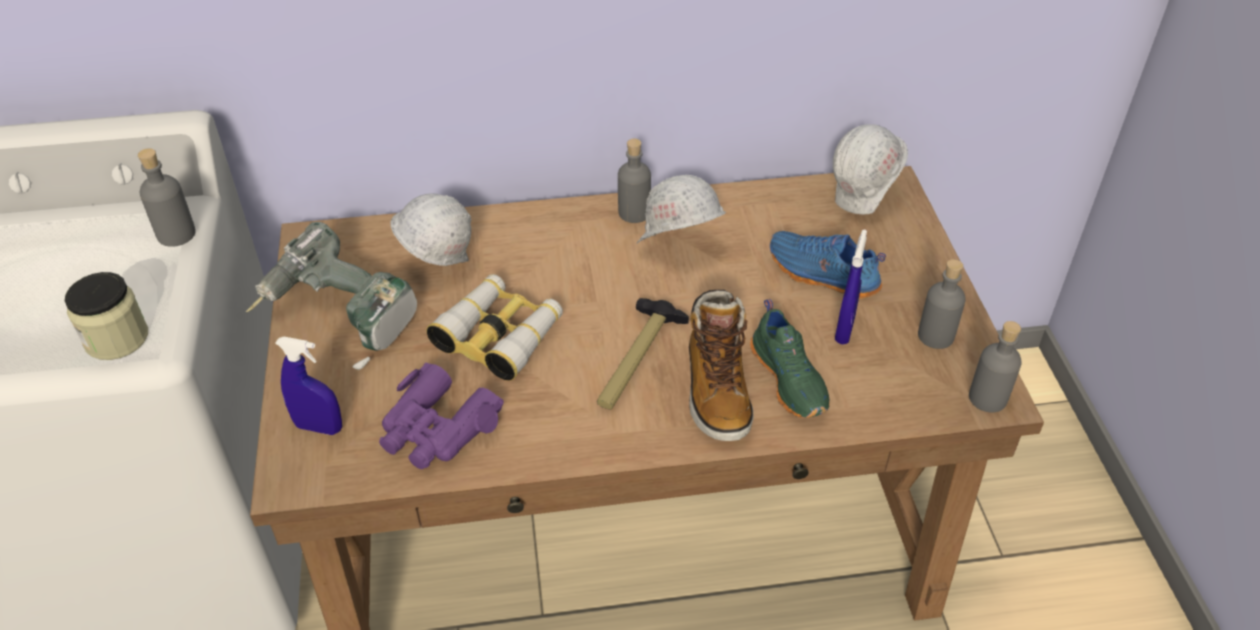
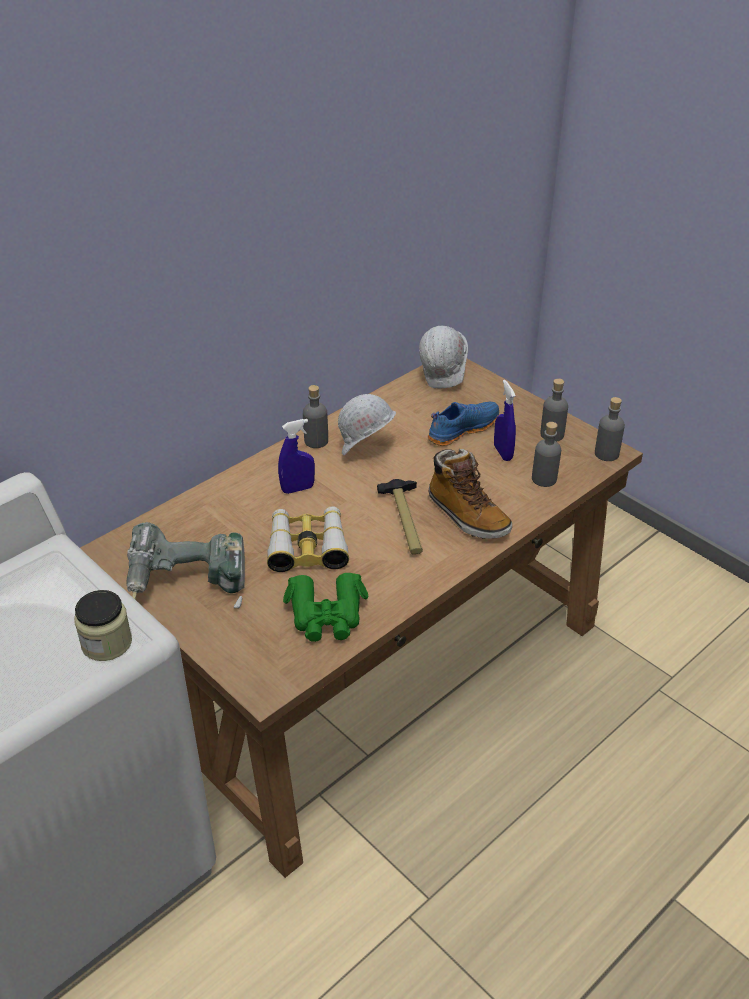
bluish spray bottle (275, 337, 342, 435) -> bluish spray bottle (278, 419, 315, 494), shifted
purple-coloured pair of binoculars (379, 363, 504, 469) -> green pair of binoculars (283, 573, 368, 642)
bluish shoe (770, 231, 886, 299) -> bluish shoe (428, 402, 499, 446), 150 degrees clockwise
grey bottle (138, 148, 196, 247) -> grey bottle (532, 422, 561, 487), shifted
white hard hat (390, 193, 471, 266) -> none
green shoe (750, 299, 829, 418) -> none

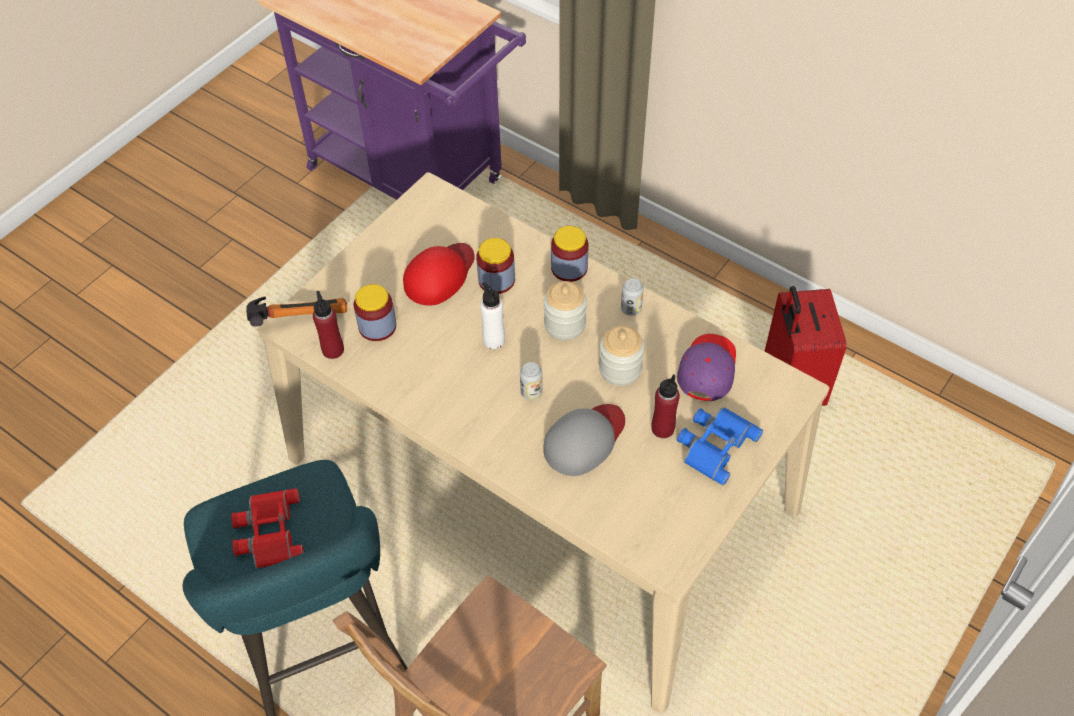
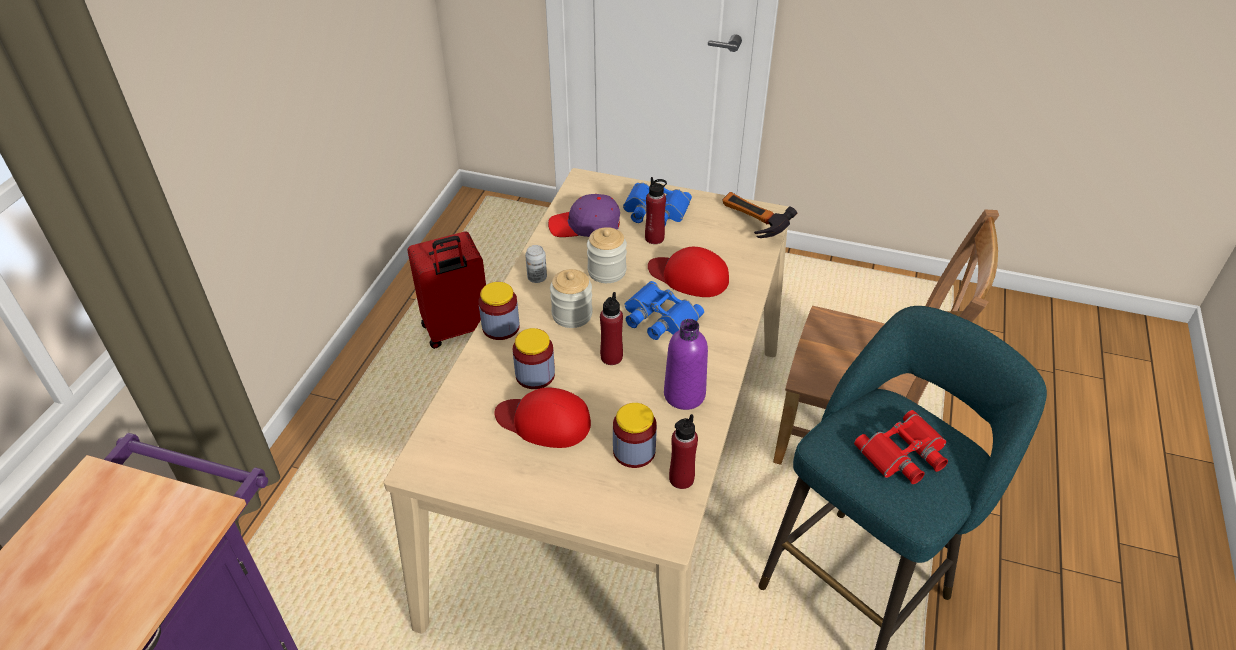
white bottle (480, 282, 505, 349) -> red-coloured bottle (600, 292, 623, 365)
can (520, 362, 543, 400) -> bluish pair of binoculars (625, 281, 704, 340)
grey peaked cap (544, 404, 625, 476) -> red-coloured peaked cap (648, 247, 729, 297)
none -> purple-coloured bottle (664, 319, 708, 410)
hammer (246, 297, 347, 327) -> hammer (722, 192, 798, 238), shifted

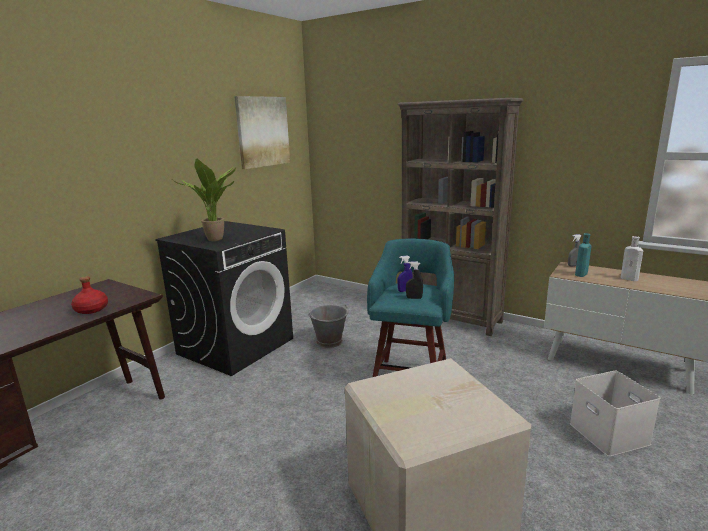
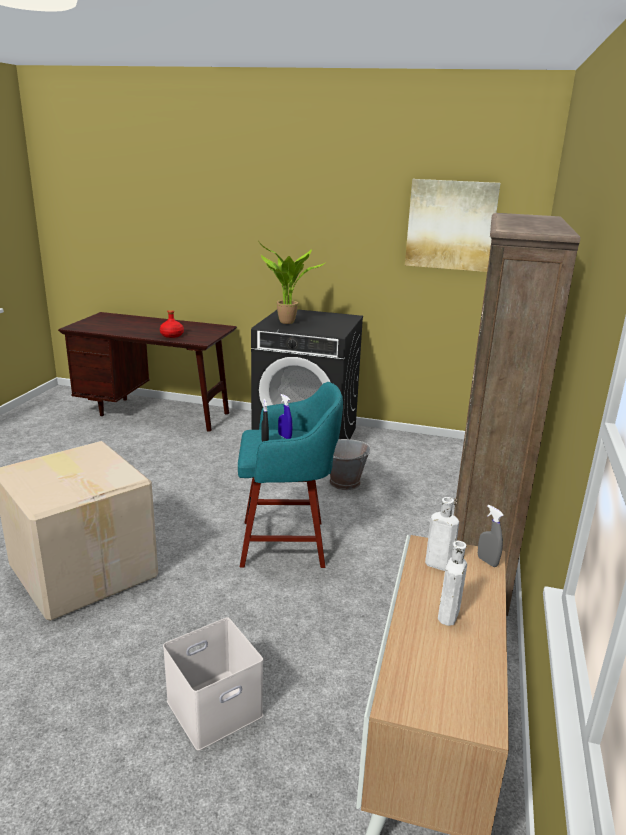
turquoise bottle (575, 233, 591, 277) -> white bottle (425, 497, 459, 571)

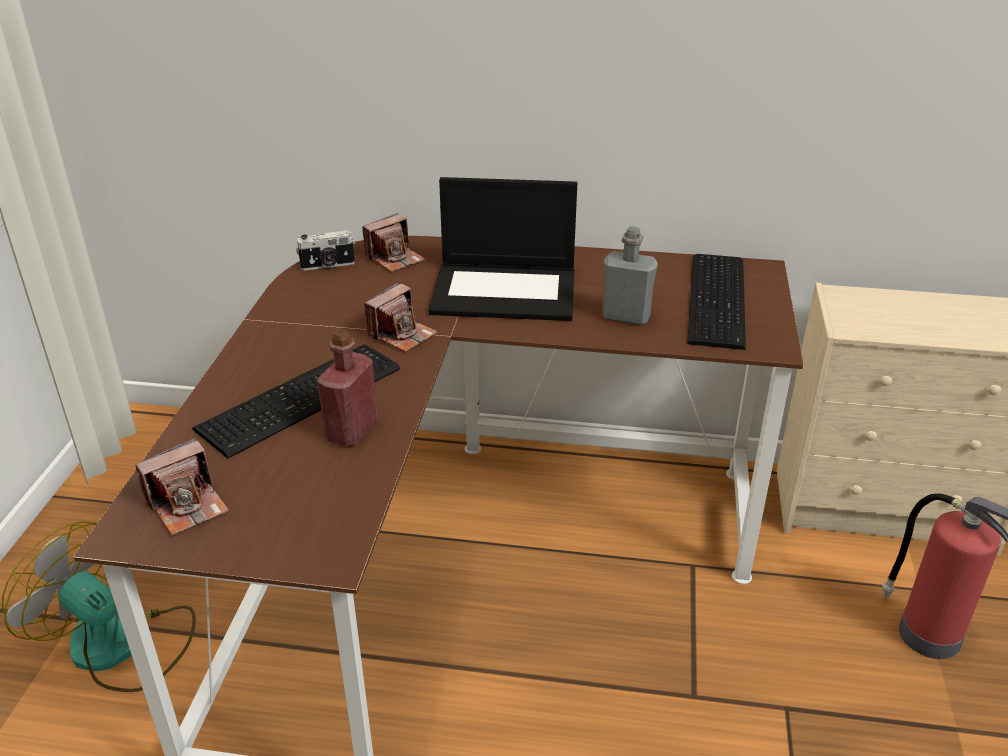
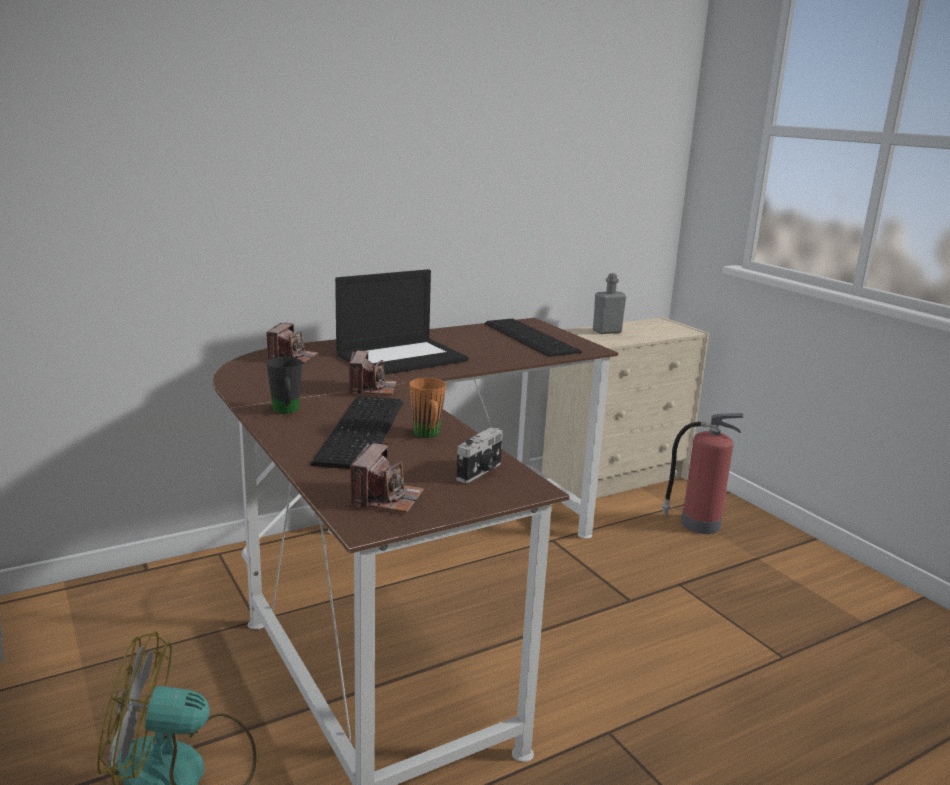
none -> black-coloured mug (266, 357, 302, 414)
red-coloured bottle (317, 329, 378, 447) -> orange mug (409, 378, 446, 438)
still camera (296, 230, 355, 271) -> still camera (456, 427, 503, 483), shifted
grey bottle (602, 226, 658, 325) -> grey bottle (593, 273, 627, 334), shifted

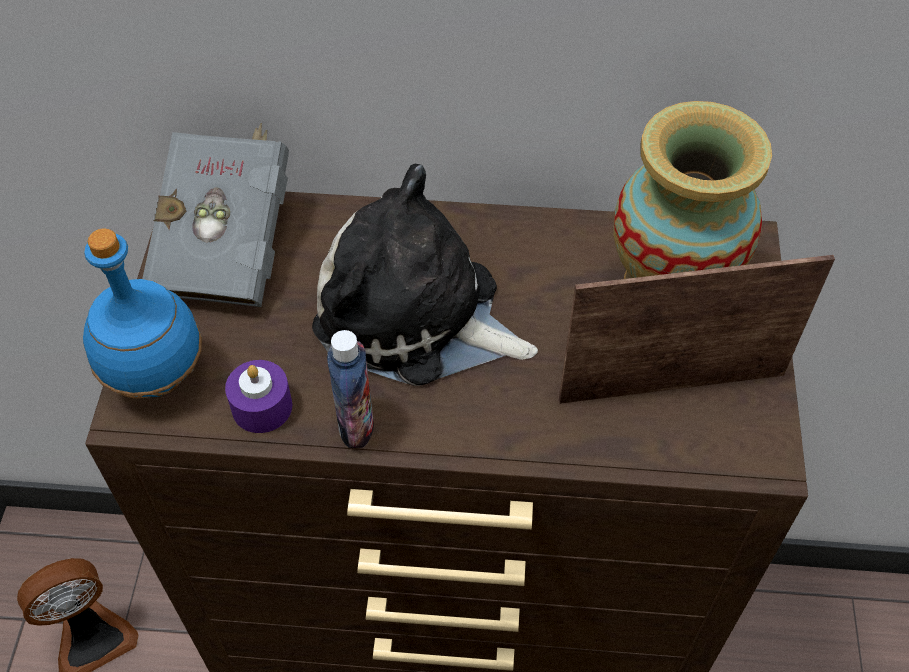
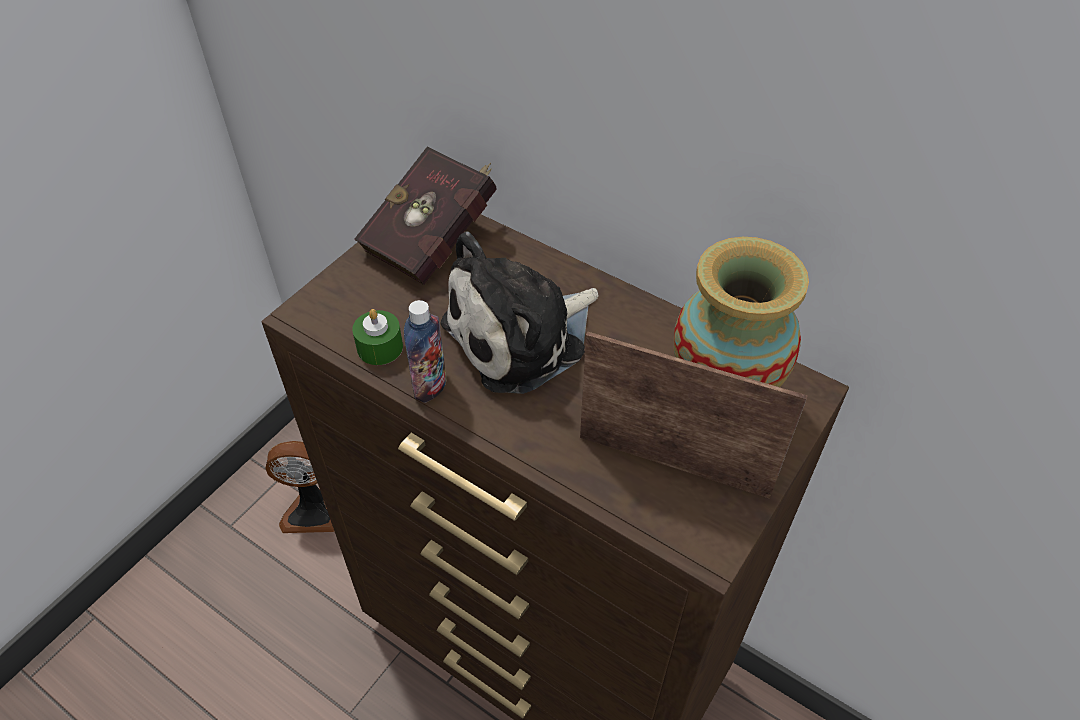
purple-coloured wax candle (225, 360, 292, 433) -> green wax candle (352, 309, 403, 365)
grey book (142, 123, 289, 307) -> red-coloured book (354, 146, 497, 285)
plush toy (312, 164, 538, 386) -> plush toy (440, 232, 598, 394), 90 degrees counterclockwise
bluish bottle (83, 228, 202, 398) -> none

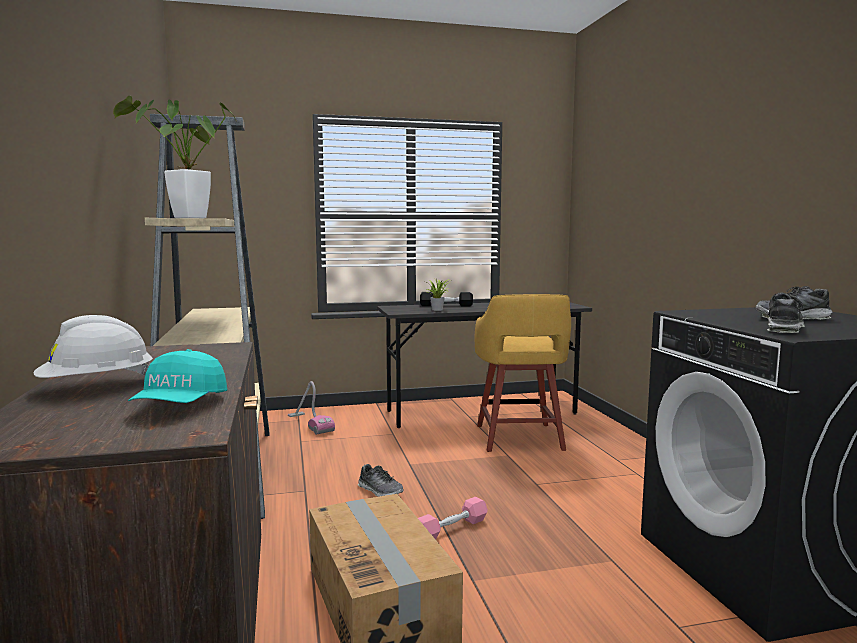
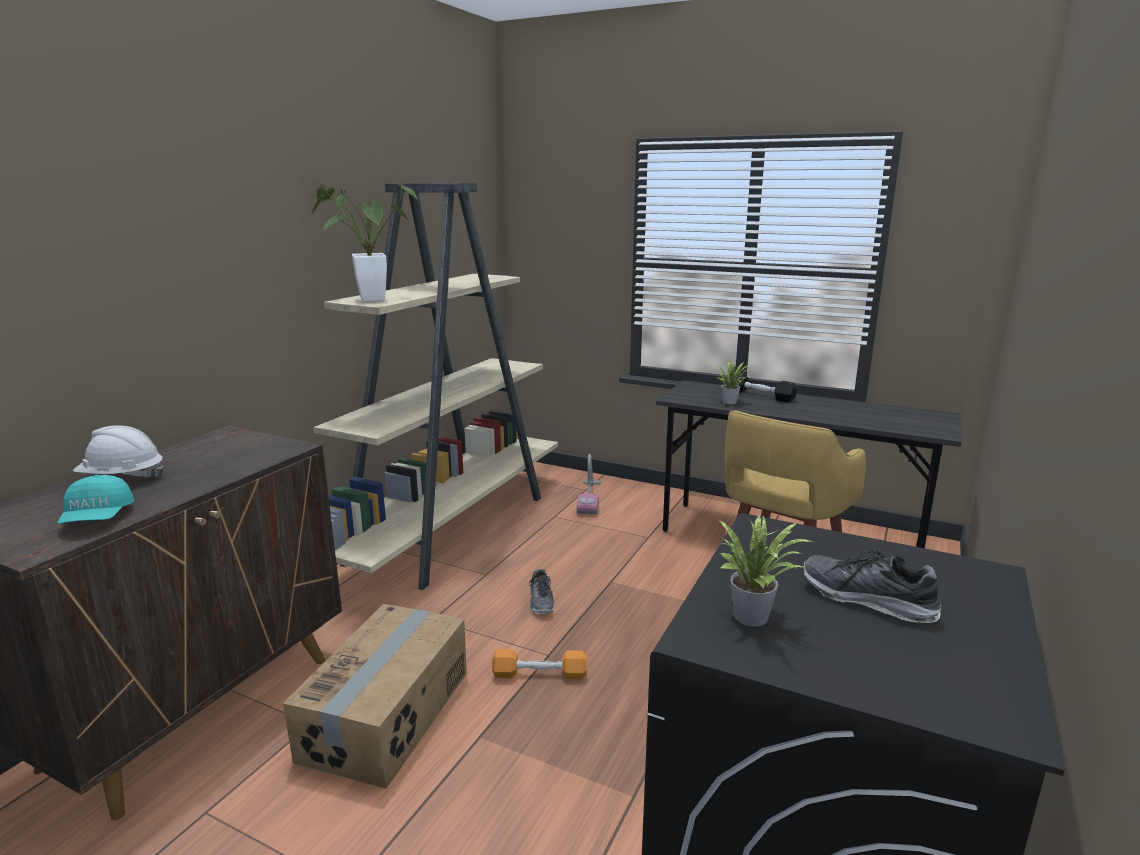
turquoise peaked cap (128, 349, 228, 403) -> turquoise peaked cap (58, 475, 134, 524), 60 degrees counterclockwise
pink-coloured hand weight (418, 497, 488, 539) -> orange hand weight (492, 649, 587, 679)
shoe (767, 293, 805, 333) -> plant in a pot (718, 515, 814, 627)

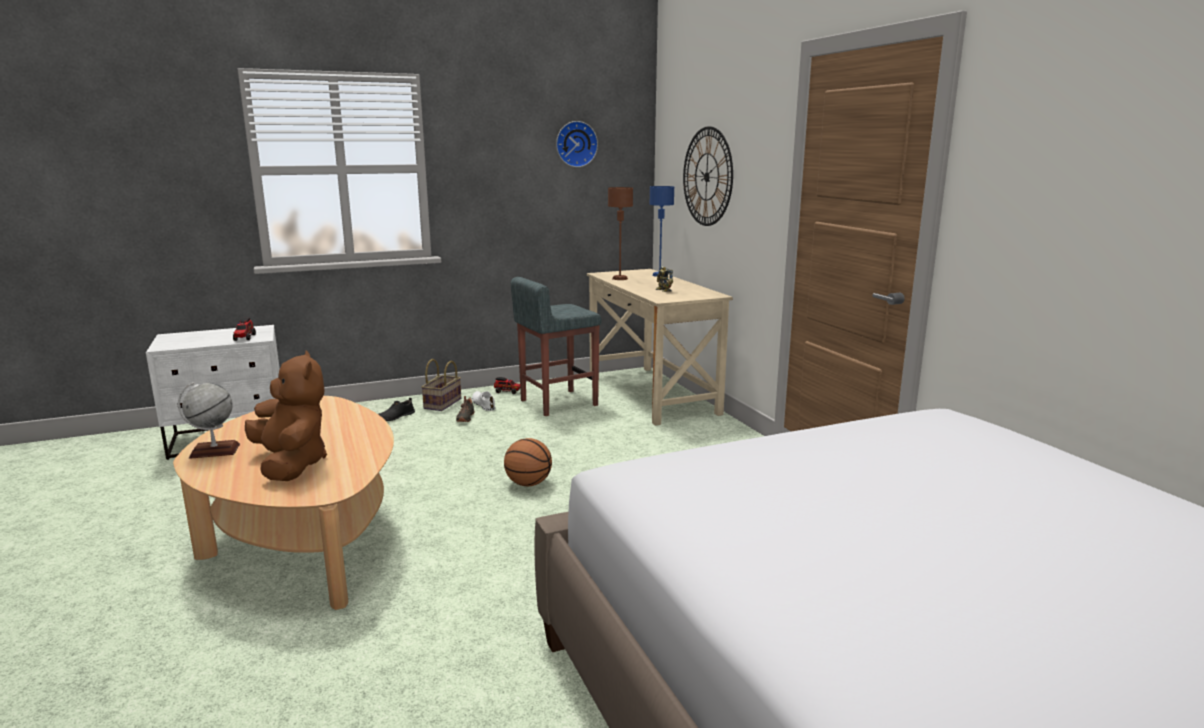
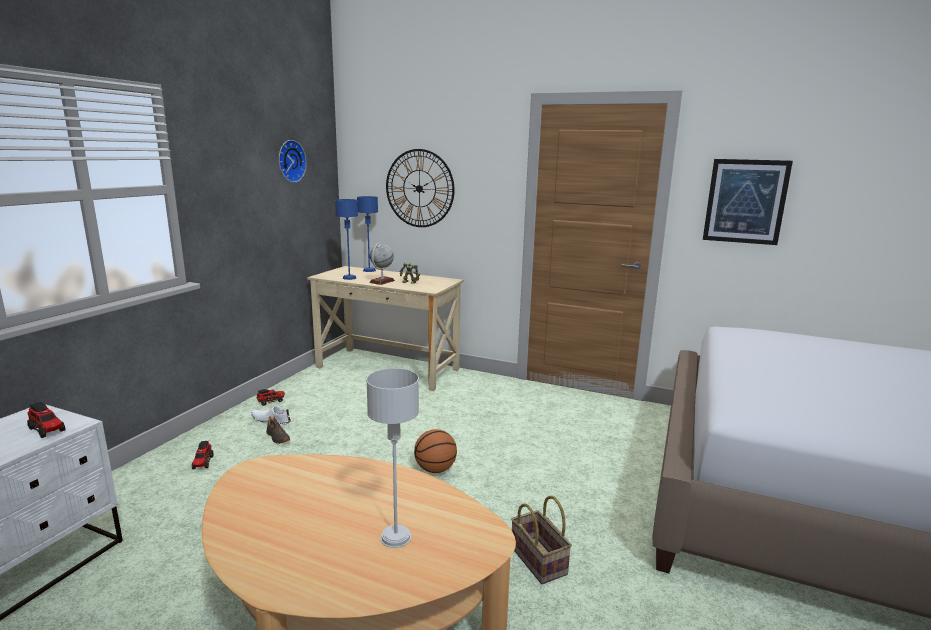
black-coloured shoe (378, 398, 415, 421) -> toy truck (192, 441, 214, 469)
brown-coloured tabletop lamp (608, 187, 633, 280) -> bluish tabletop lamp (335, 199, 358, 280)
brown-coloured plush toy (245, 350, 327, 481) -> grey tabletop lamp (366, 369, 419, 548)
world globe (178, 382, 240, 459) -> world globe (369, 243, 395, 285), shifted
storage basket (421, 359, 461, 411) -> storage basket (511, 496, 572, 584), shifted
none -> wall art (703, 159, 793, 245)
grey stool (511, 277, 602, 416) -> none

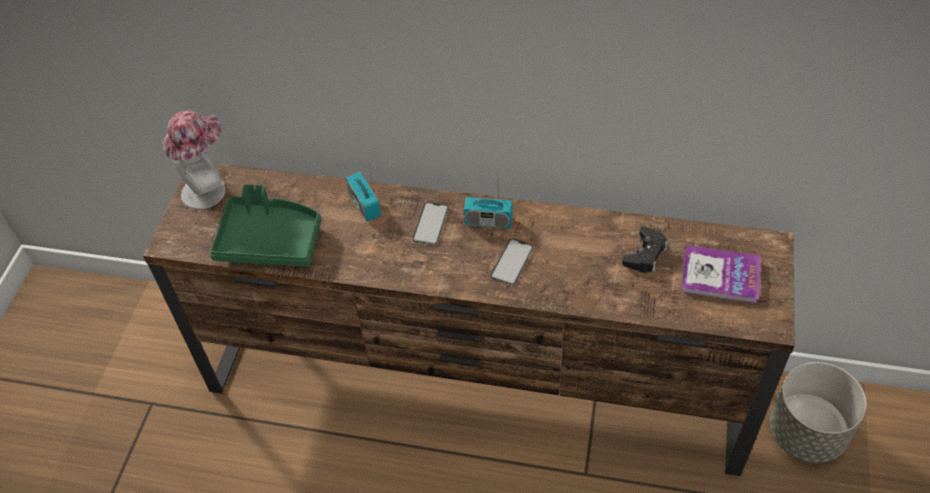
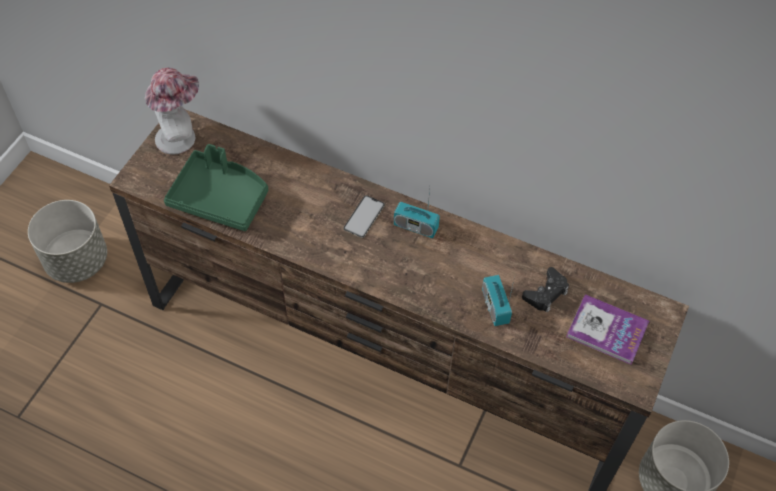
none -> grey planter (28, 200, 107, 283)
radio receiver (346, 164, 381, 222) -> radio receiver (482, 275, 514, 326), shifted
phone (490, 239, 534, 285) -> none

